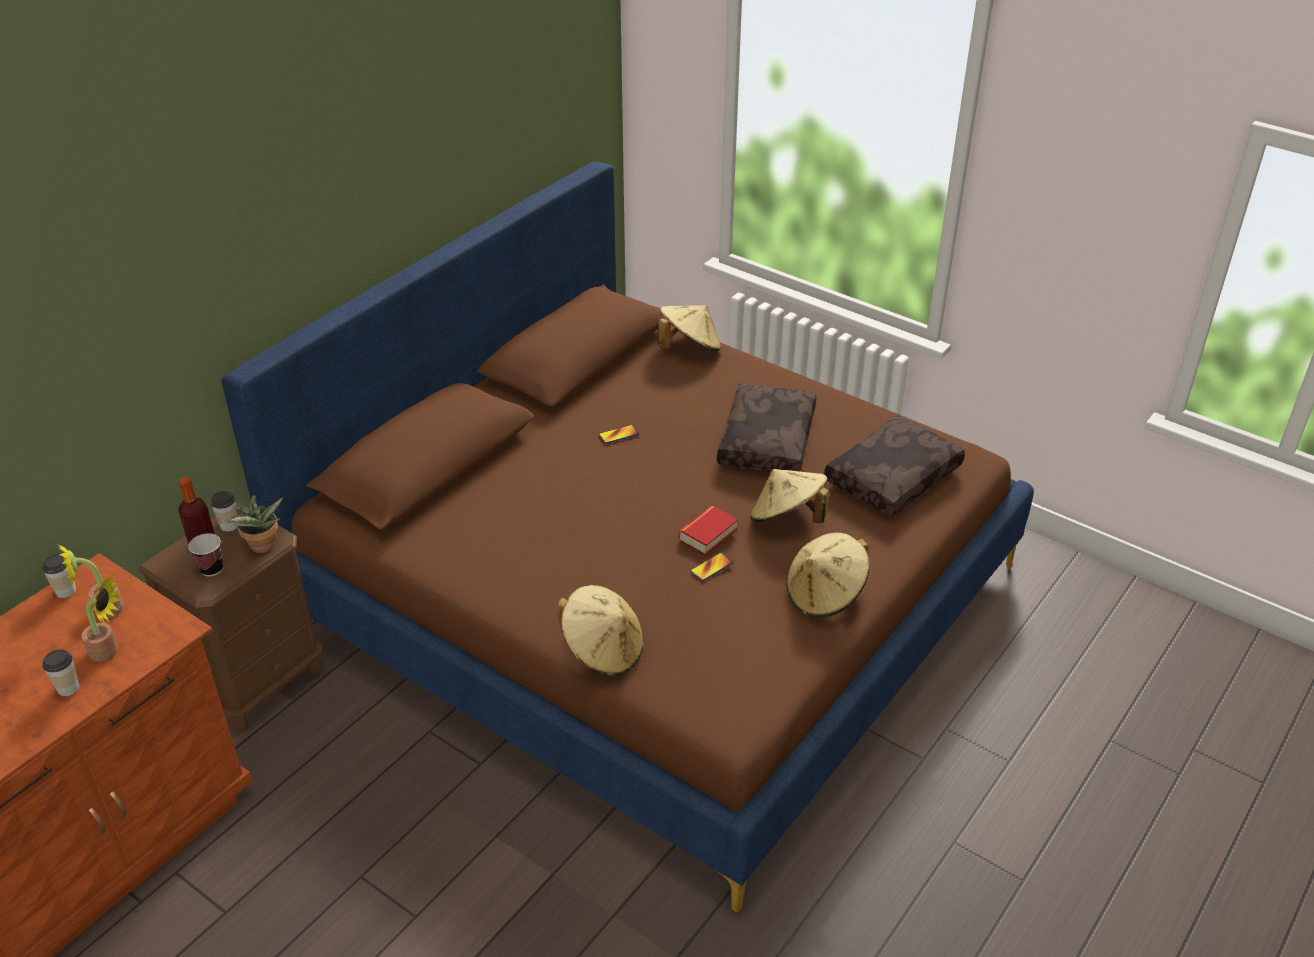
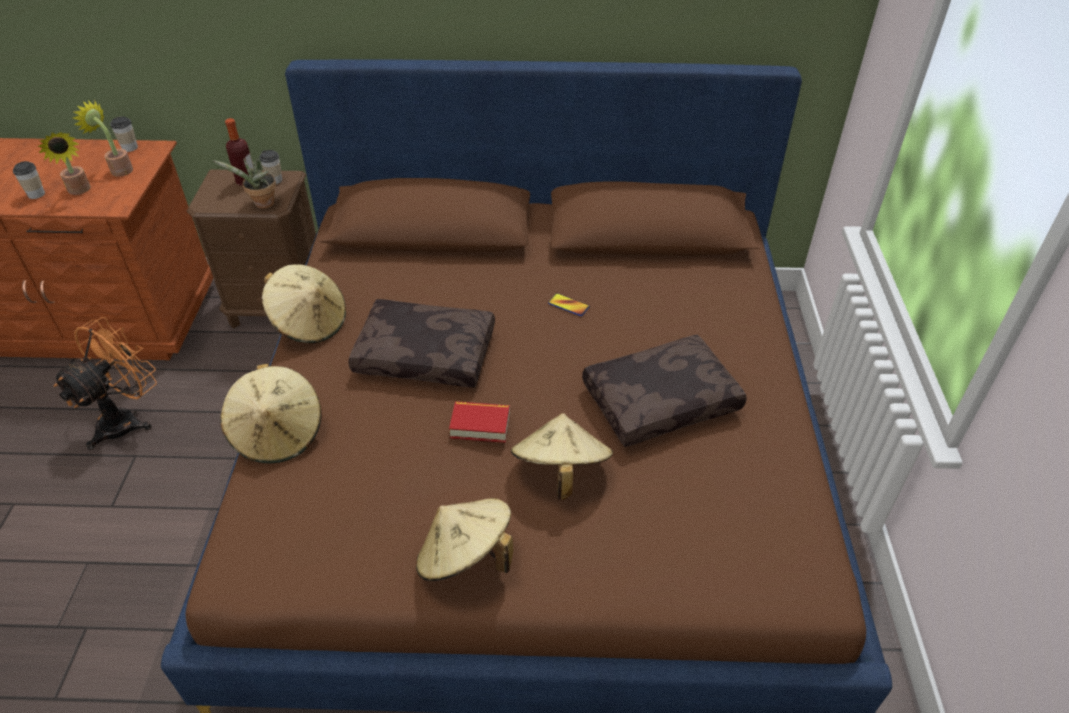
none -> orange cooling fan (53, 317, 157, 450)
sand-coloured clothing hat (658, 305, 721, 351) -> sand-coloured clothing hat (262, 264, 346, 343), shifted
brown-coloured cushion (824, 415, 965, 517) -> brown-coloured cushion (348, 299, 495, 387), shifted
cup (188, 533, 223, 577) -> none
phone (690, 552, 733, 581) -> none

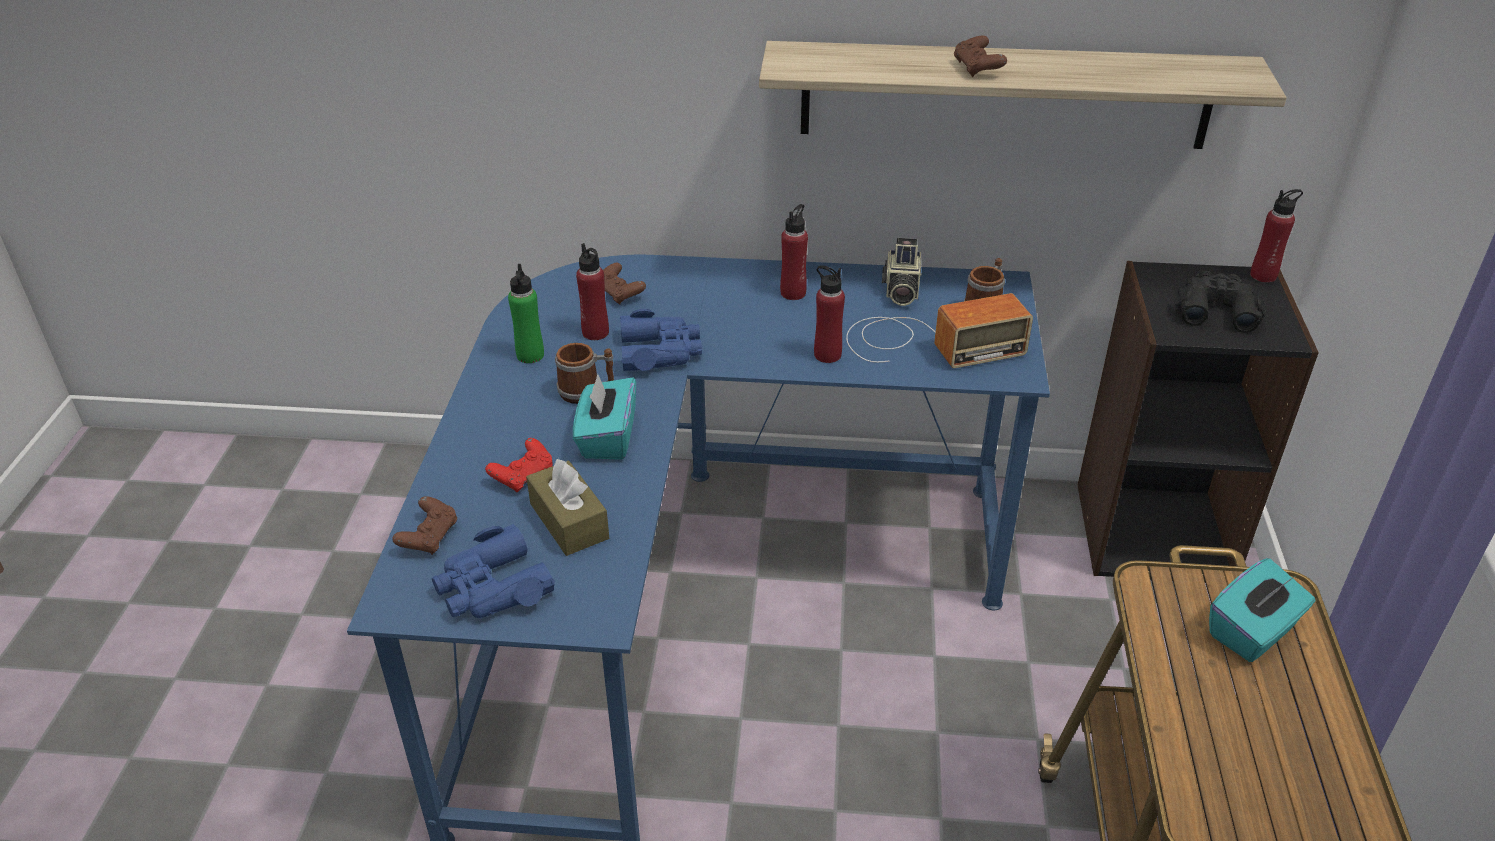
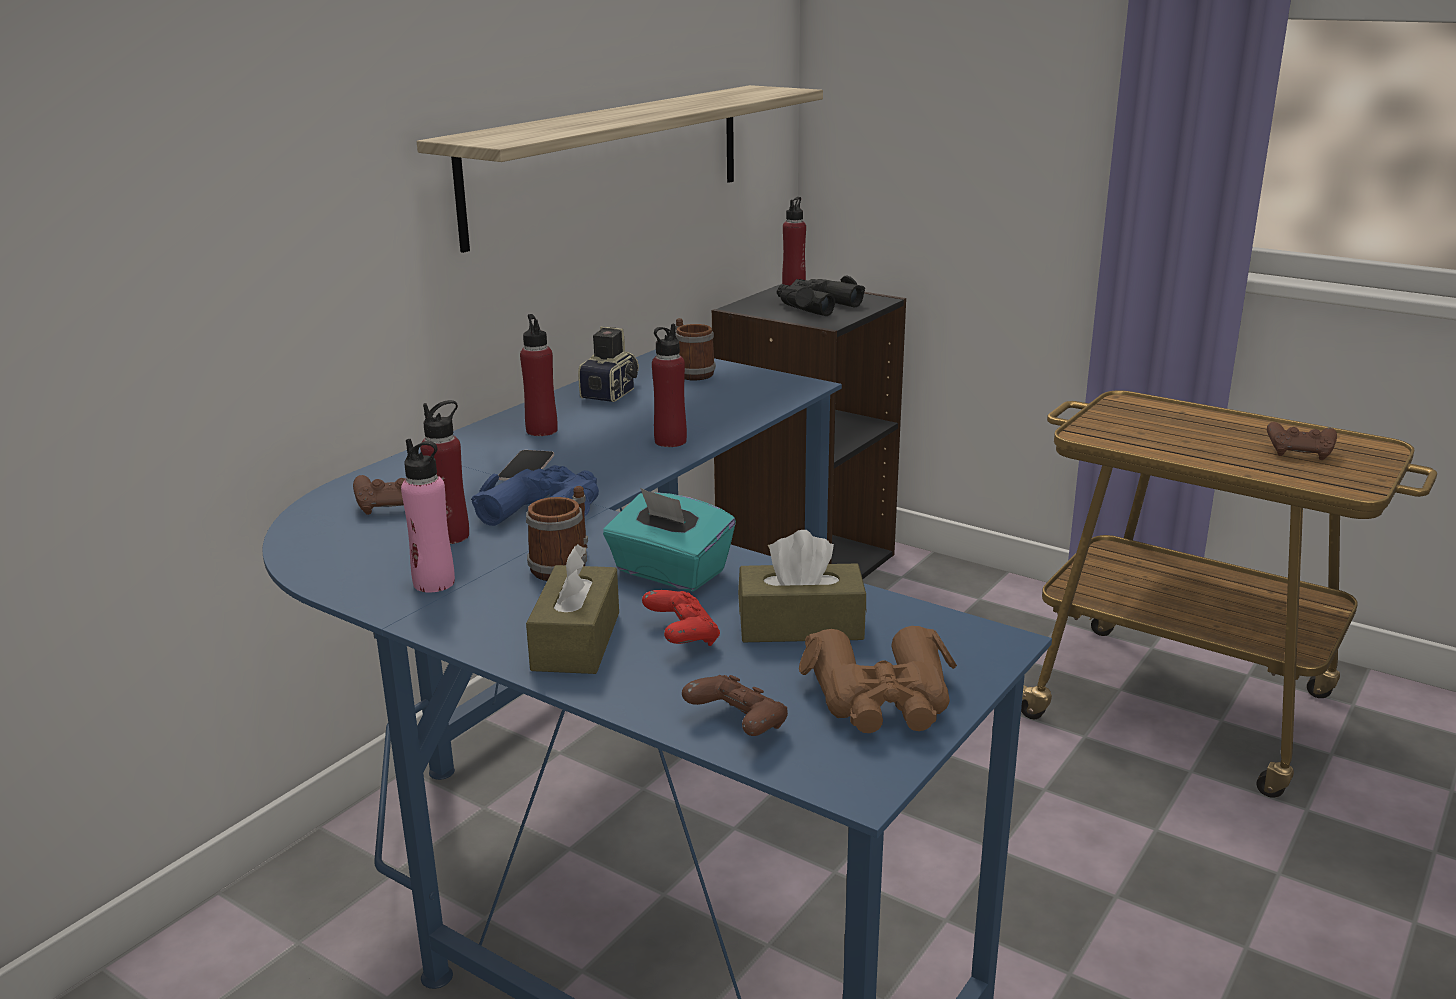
green bottle (508, 264, 544, 363) -> pink-coloured bottle (401, 439, 455, 592)
none -> phone (498, 450, 554, 481)
none -> brown-coloured tissue holder (526, 544, 619, 674)
still camera (882, 238, 921, 306) -> still camera (578, 327, 639, 402), 105 degrees counterclockwise
bluish pair of binoculars (432, 524, 555, 618) -> brown-coloured pair of binoculars (799, 626, 957, 733)
brown-coloured gamepad (954, 36, 1007, 77) -> brown-coloured gamepad (1267, 422, 1337, 460), shifted
radio receiver (846, 293, 1033, 368) -> none
turquoise tissue holder (1209, 558, 1315, 662) -> none

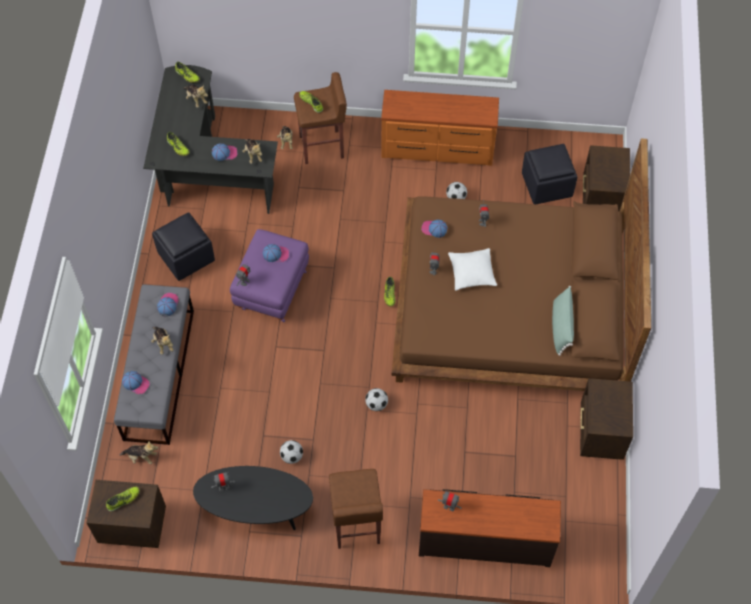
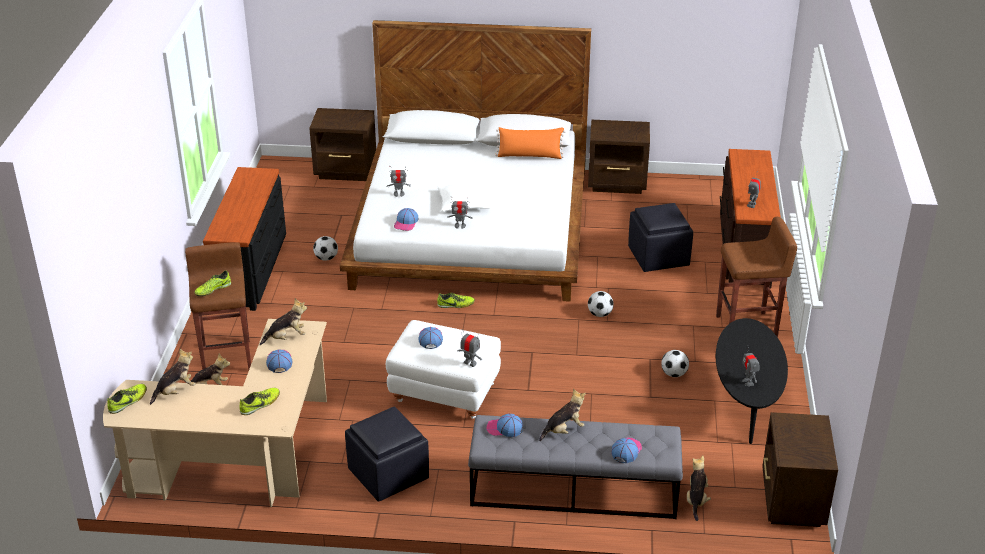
black-coloured desk table (143, 65, 278, 214) -> sand-coloured desk table (103, 319, 327, 507)
orange chest of drawers (381, 90, 499, 166) -> black-coloured chest of drawers (203, 167, 286, 311)
brown-coloured sleeping bed (391, 138, 651, 391) -> white sleeping bed (340, 20, 591, 302)
purple-coloured footrest (230, 229, 309, 322) -> white footrest (386, 320, 501, 419)
green cushion (552, 286, 574, 356) -> orange cushion (495, 127, 566, 159)
black-coloured footrest (522, 144, 577, 204) -> black-coloured footrest (628, 203, 693, 272), shifted
shoe (106, 487, 140, 512) -> none

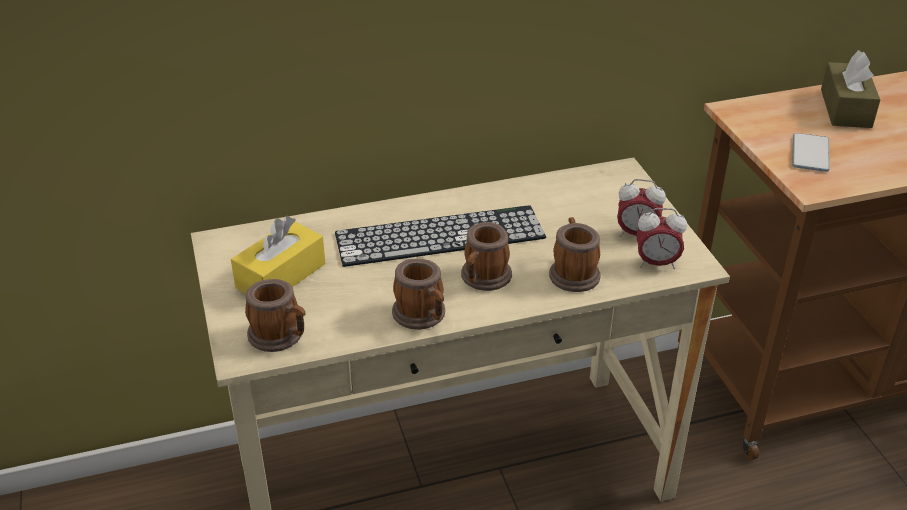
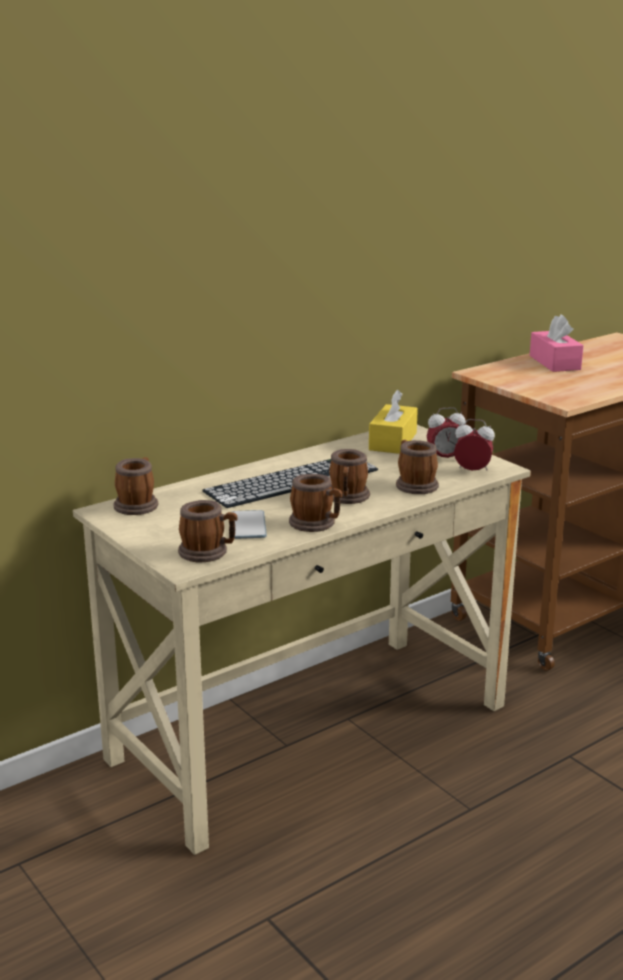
none -> mug (113, 457, 158, 515)
phone (792, 133, 830, 172) -> phone (232, 510, 267, 539), shifted
yellow-coloured tissue holder (231, 216, 325, 294) -> yellow-coloured tissue holder (369, 390, 418, 454), shifted
bedside clock (636, 208, 687, 269) -> bedside clock (454, 419, 495, 470), 150 degrees counterclockwise
brown-coloured tissue holder (821, 50, 880, 128) -> pink-coloured tissue holder (530, 314, 584, 372)

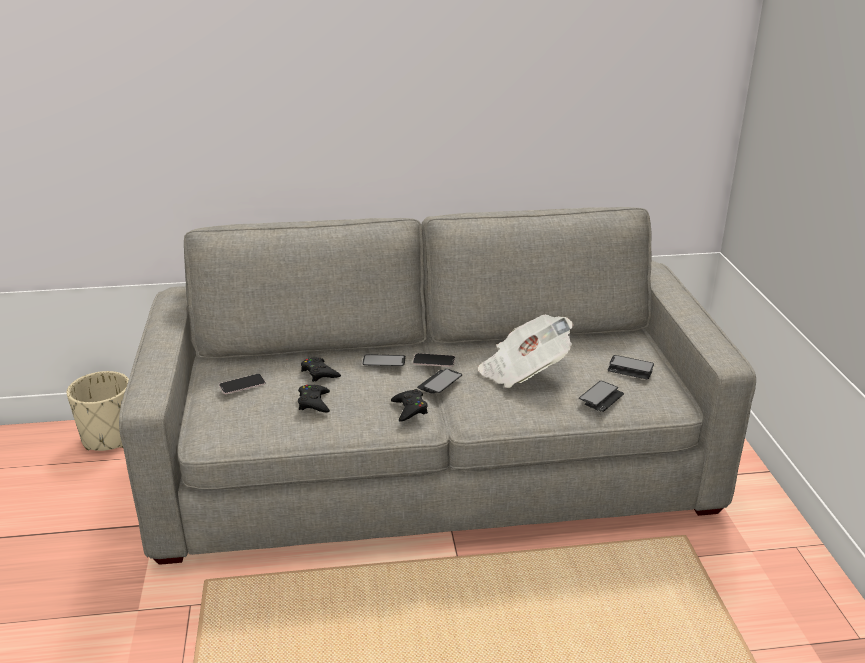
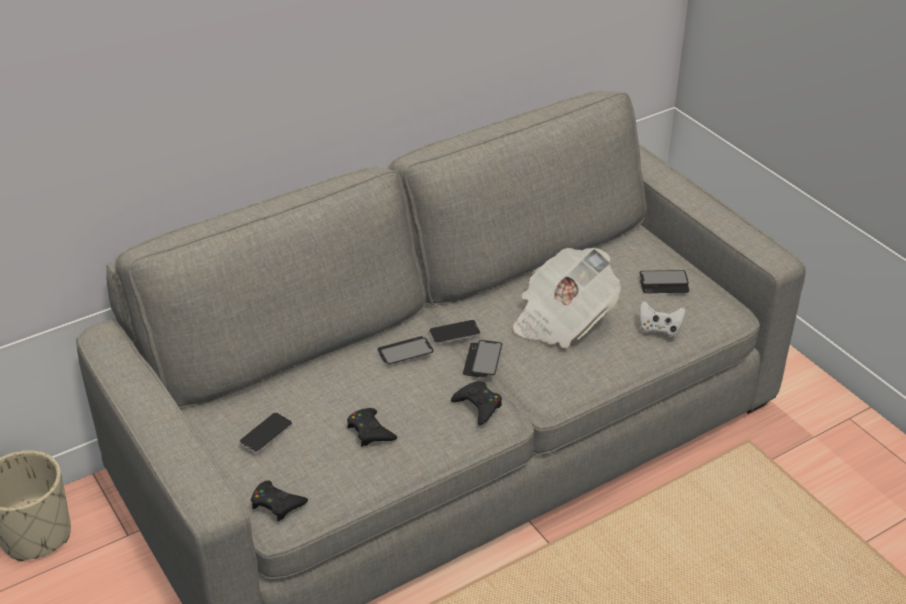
black-coloured gamepad (301, 357, 341, 382) -> black-coloured gamepad (251, 480, 308, 521), shifted
phone (579, 381, 624, 412) -> white gamepad (639, 301, 686, 337)

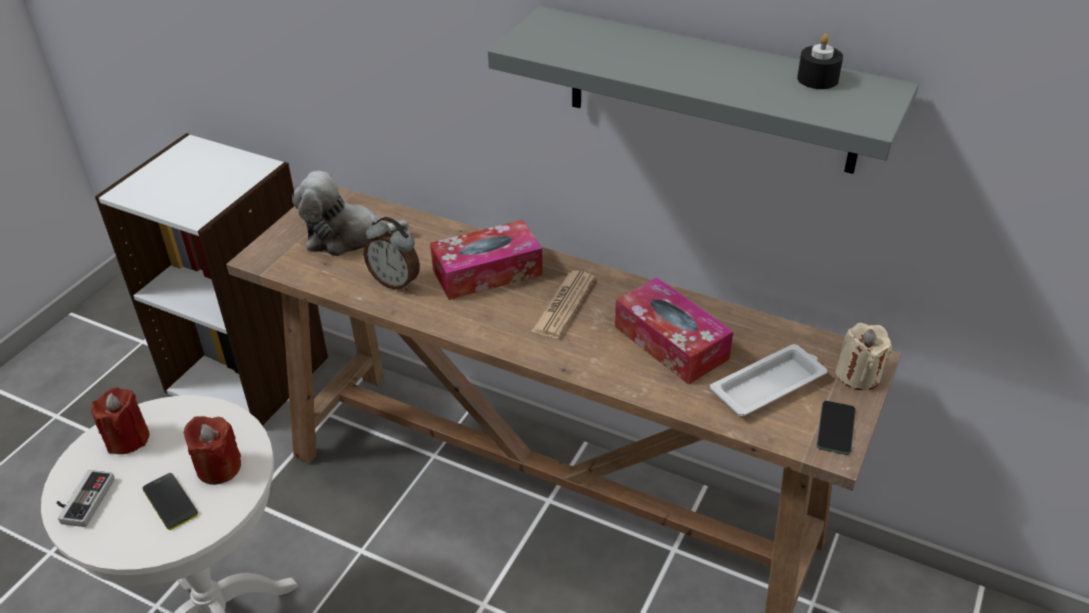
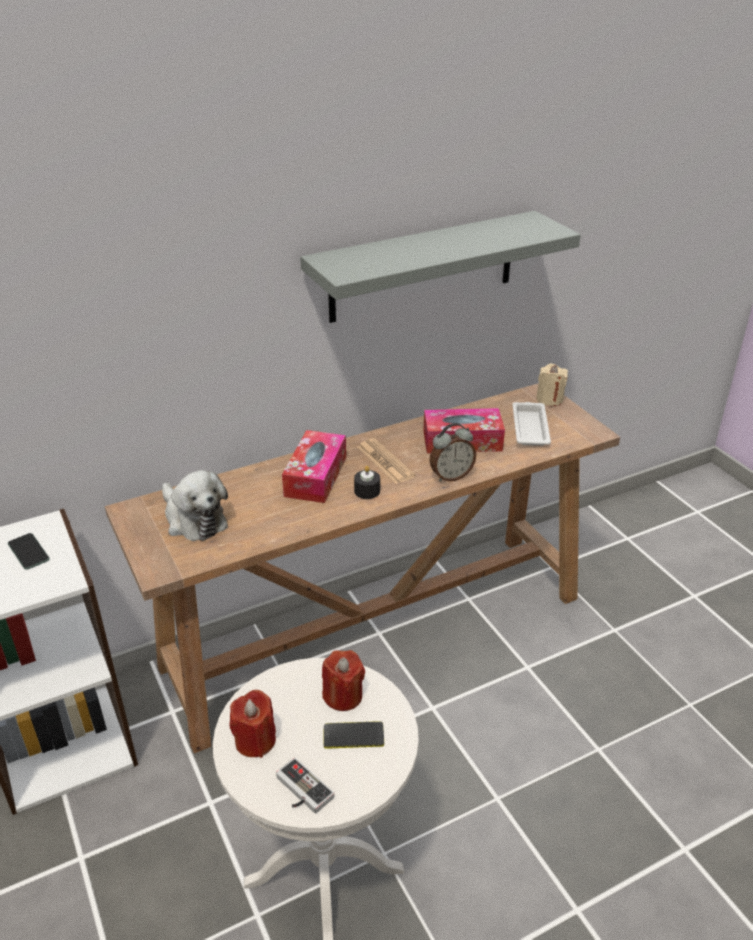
phone (817, 401, 856, 455) -> phone (8, 533, 50, 570), shifted
plush toy (292, 171, 409, 256) -> plush toy (162, 470, 228, 541), 75 degrees counterclockwise
black-coloured wax candle (797, 34, 843, 89) -> black-coloured wax candle (354, 466, 380, 499), shifted
bedside clock (364, 217, 420, 291) -> bedside clock (429, 423, 476, 482), shifted

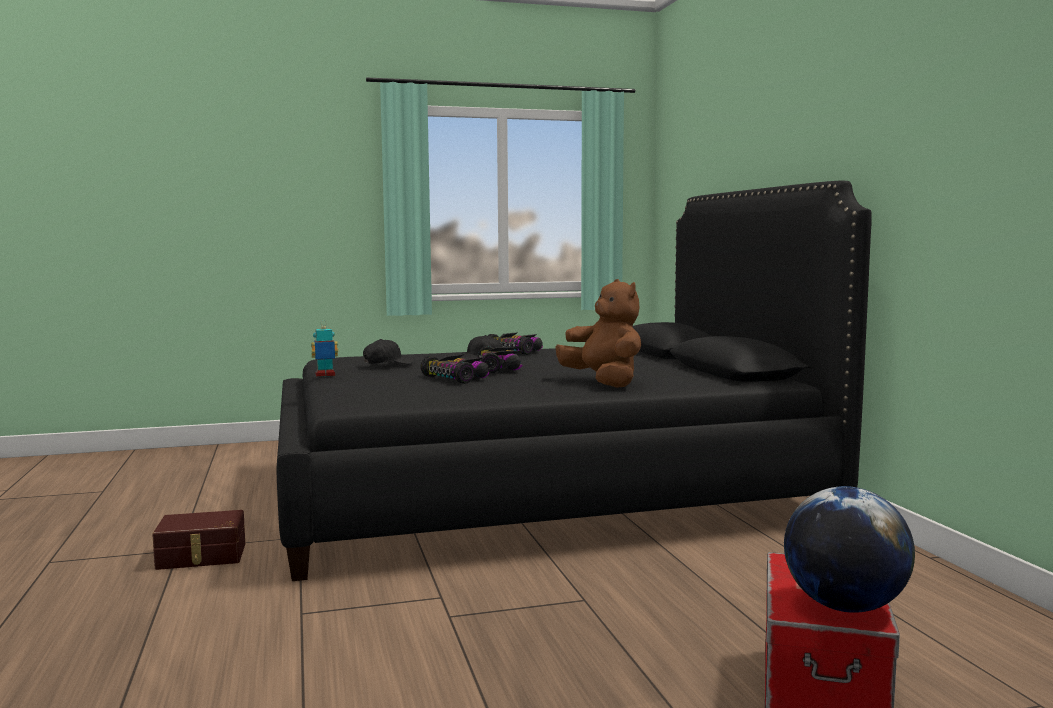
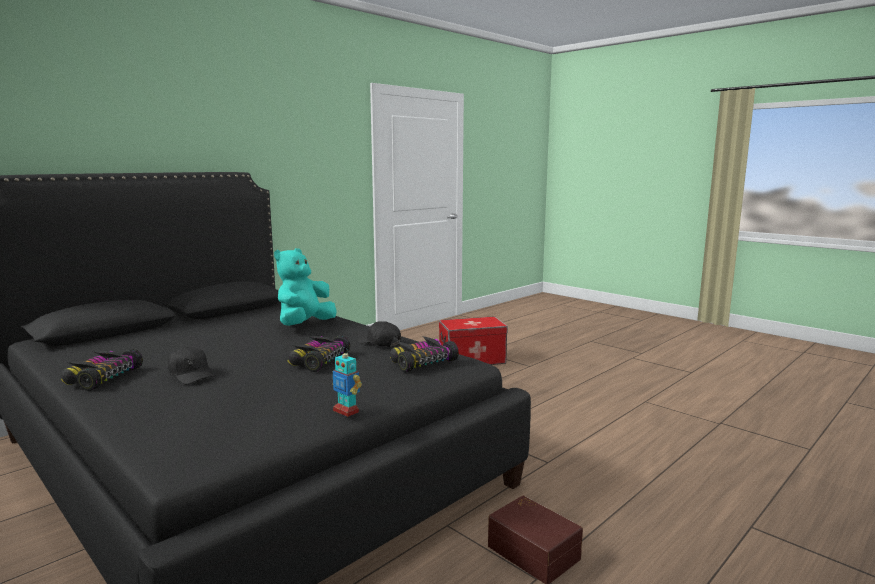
brown-coloured plush toy (555, 279, 641, 388) -> turquoise plush toy (274, 248, 337, 326)
black-coloured peaked cap (363, 339, 414, 364) -> black-coloured peaked cap (357, 321, 401, 347), shifted
model car (478, 346, 523, 373) -> model car (390, 336, 459, 372), shifted
world globe (784, 486, 915, 613) -> none

